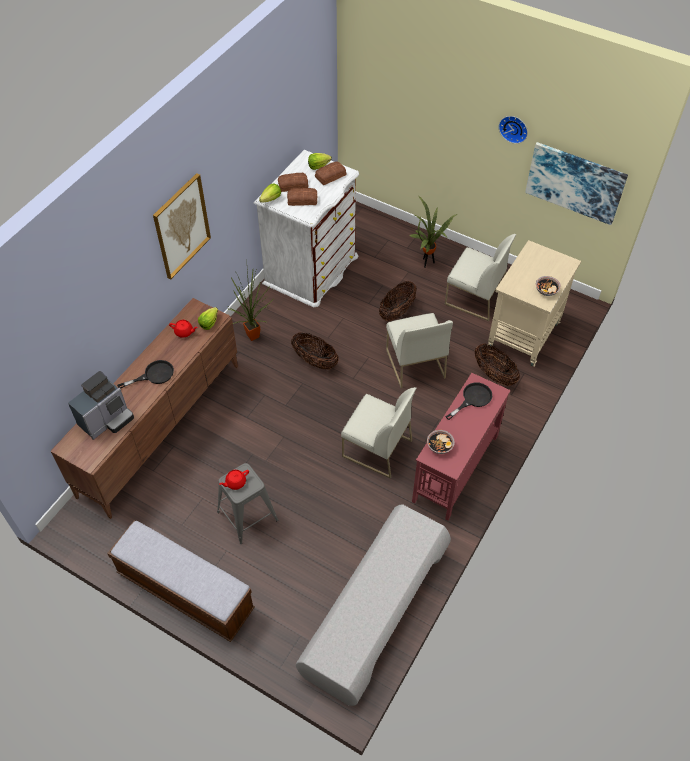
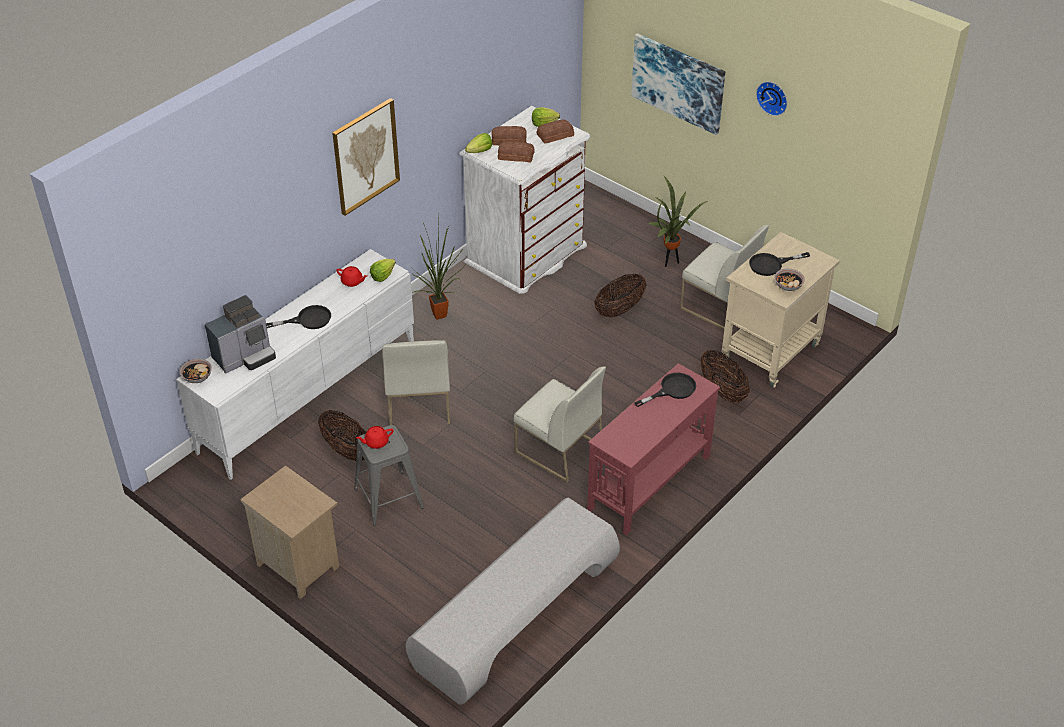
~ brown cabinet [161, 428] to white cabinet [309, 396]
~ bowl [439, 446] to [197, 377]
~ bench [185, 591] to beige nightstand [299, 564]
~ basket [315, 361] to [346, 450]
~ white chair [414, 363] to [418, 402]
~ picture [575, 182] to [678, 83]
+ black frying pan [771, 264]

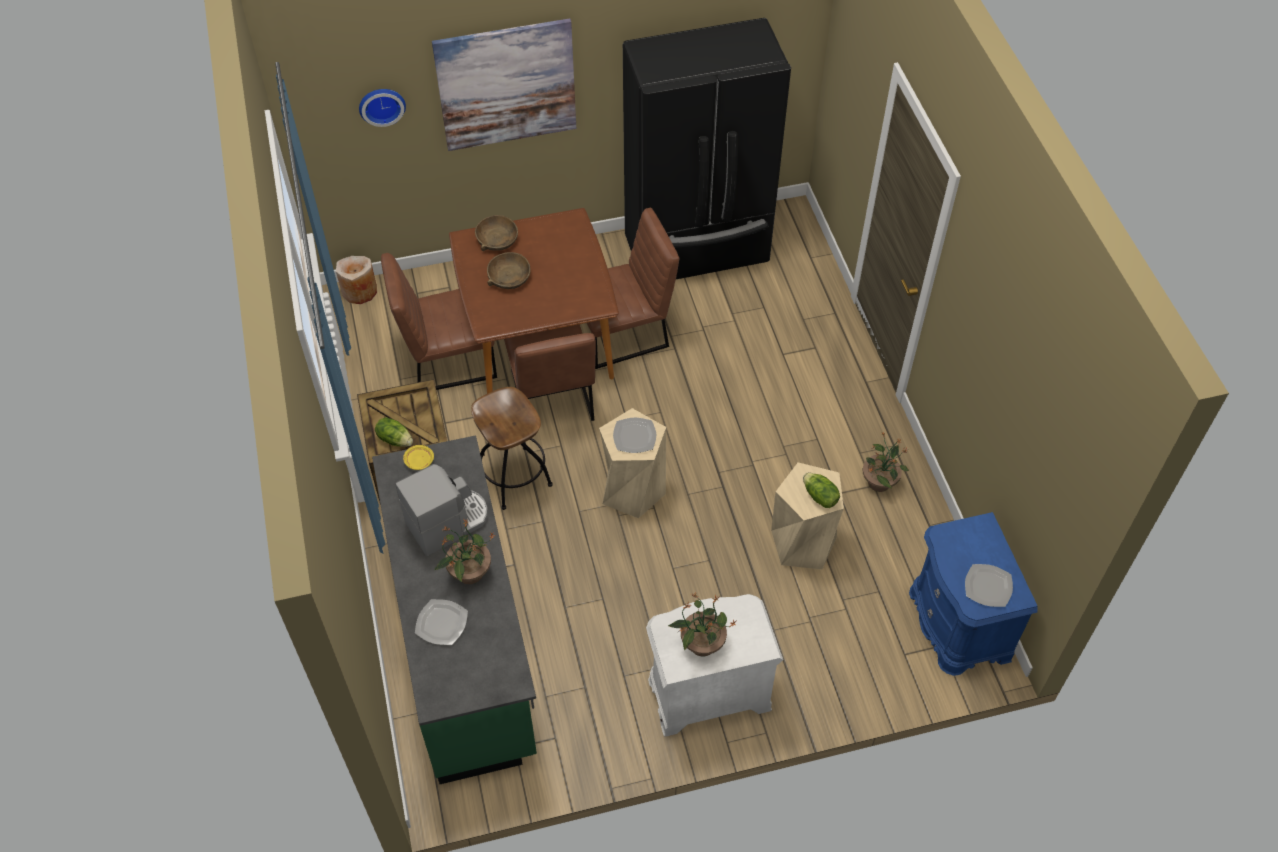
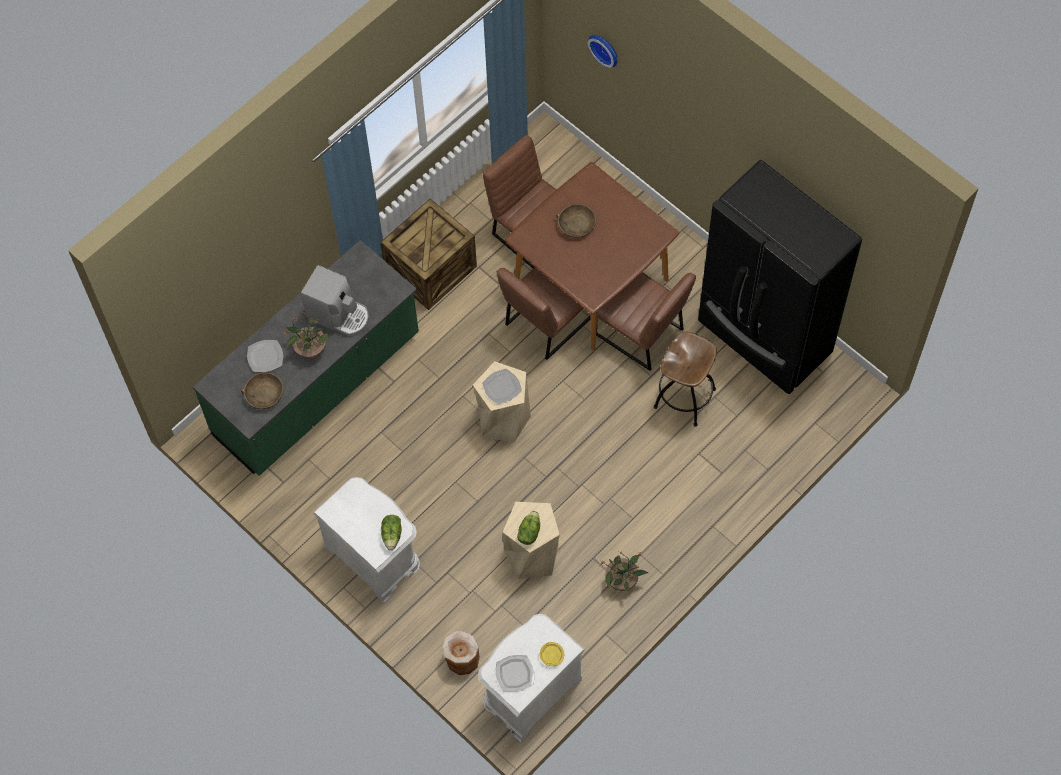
~ brown bowl [497, 239] to [264, 394]
~ lettuce [395, 439] to [392, 535]
~ beige vase [359, 291] to [462, 659]
~ blue nightstand [955, 624] to white nightstand [529, 690]
~ yellow plate [418, 460] to [551, 655]
~ brown stool [514, 478] to [684, 398]
- picture [506, 85]
- potted plant [701, 644]

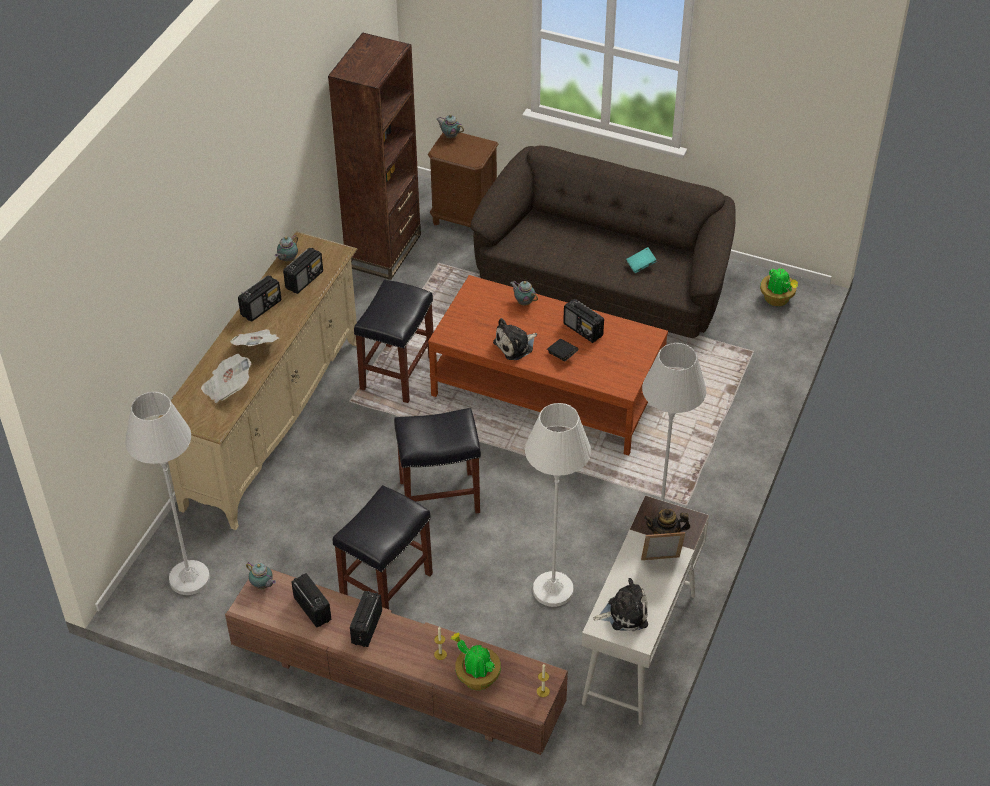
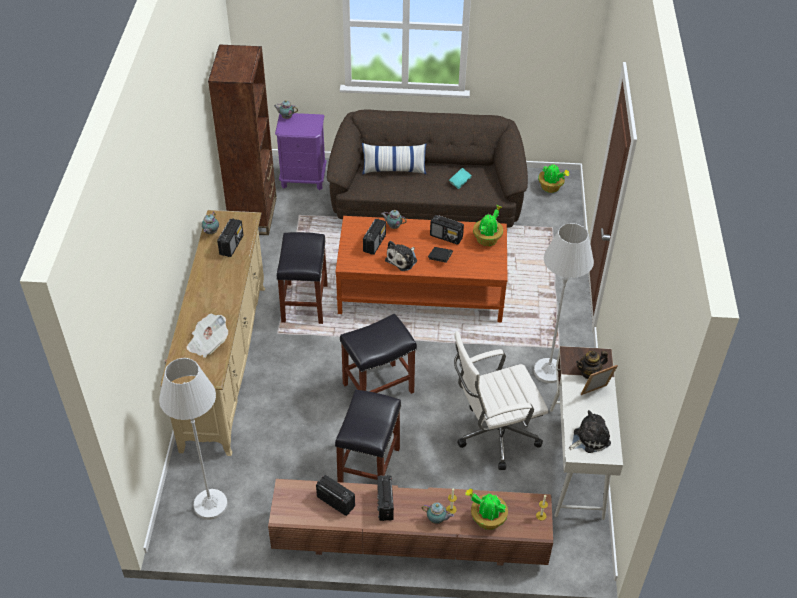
~ brown nightstand [464, 218] to purple nightstand [303, 179]
+ pillow [394, 169]
~ radio [261, 307] to [374, 243]
~ teapot [262, 586] to [437, 520]
~ white floor lamp [553, 590] to white office chair [494, 436]
+ potted plant [487, 239]
- newspaper [257, 347]

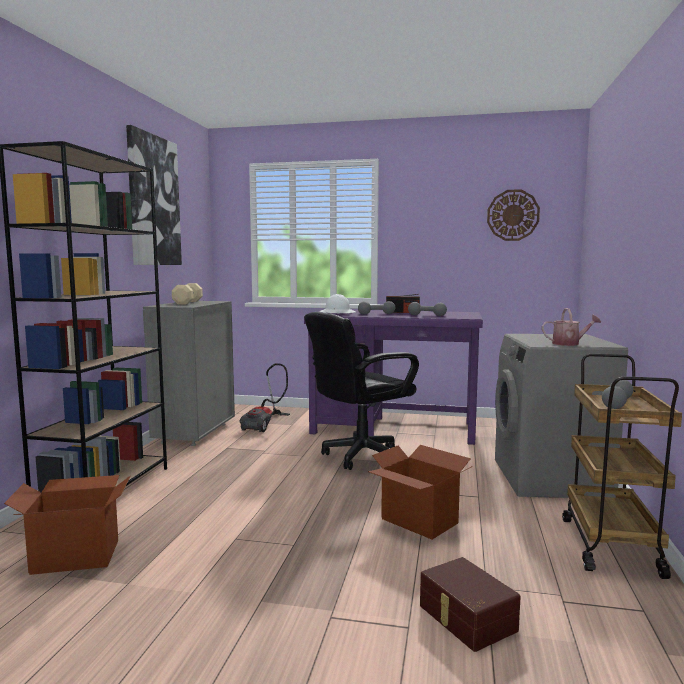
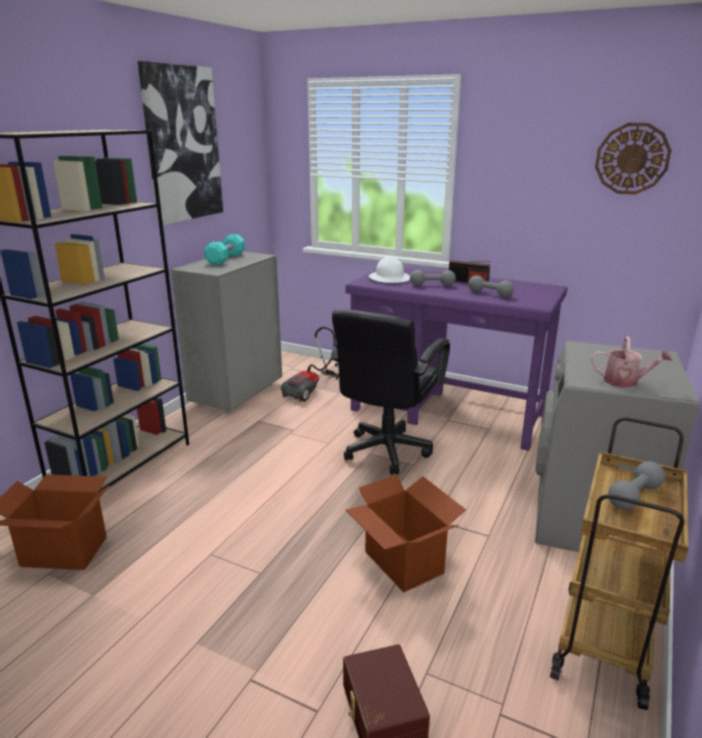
~ beige dumbbell [188, 302] to turquoise dumbbell [226, 259]
~ black office chair [358, 458] = [385, 454] 45 degrees counterclockwise

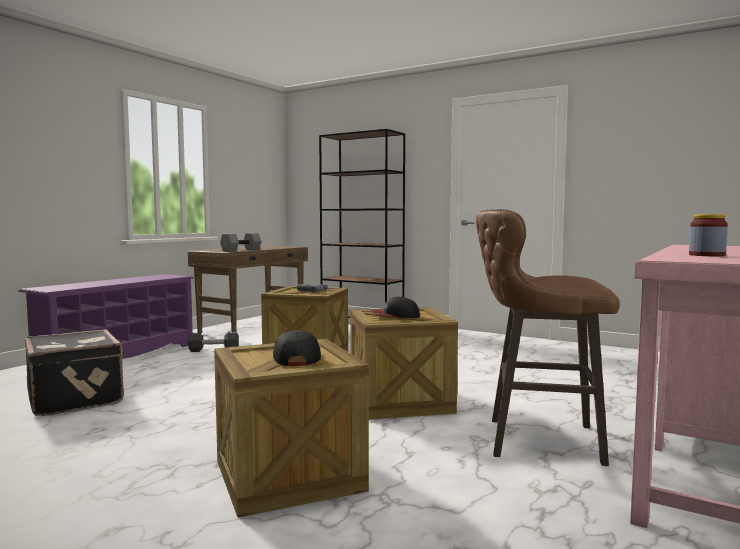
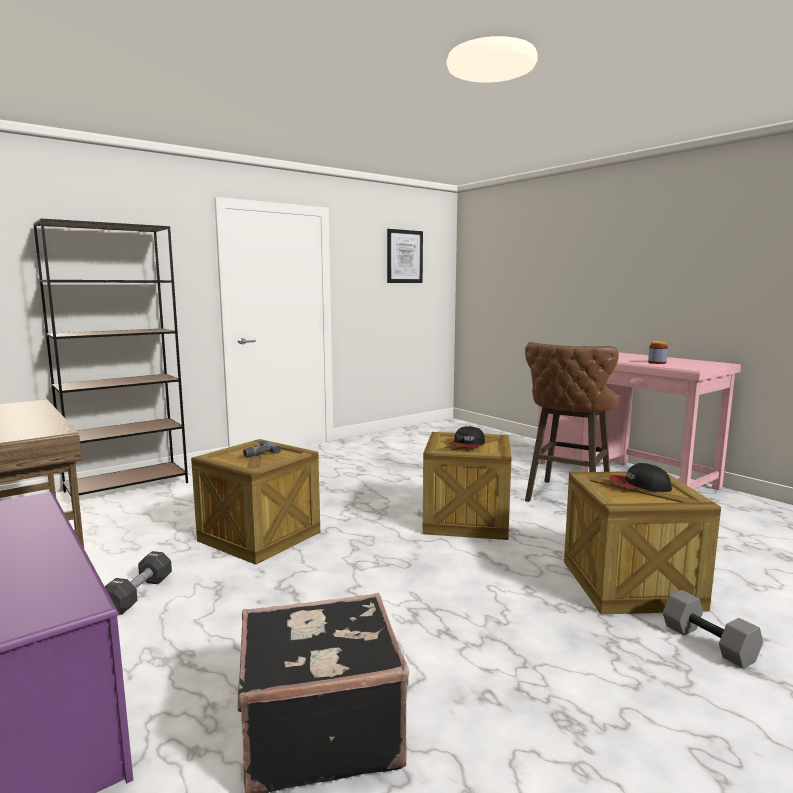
+ picture [404, 256]
~ grey dumbbell [241, 250] to [710, 643]

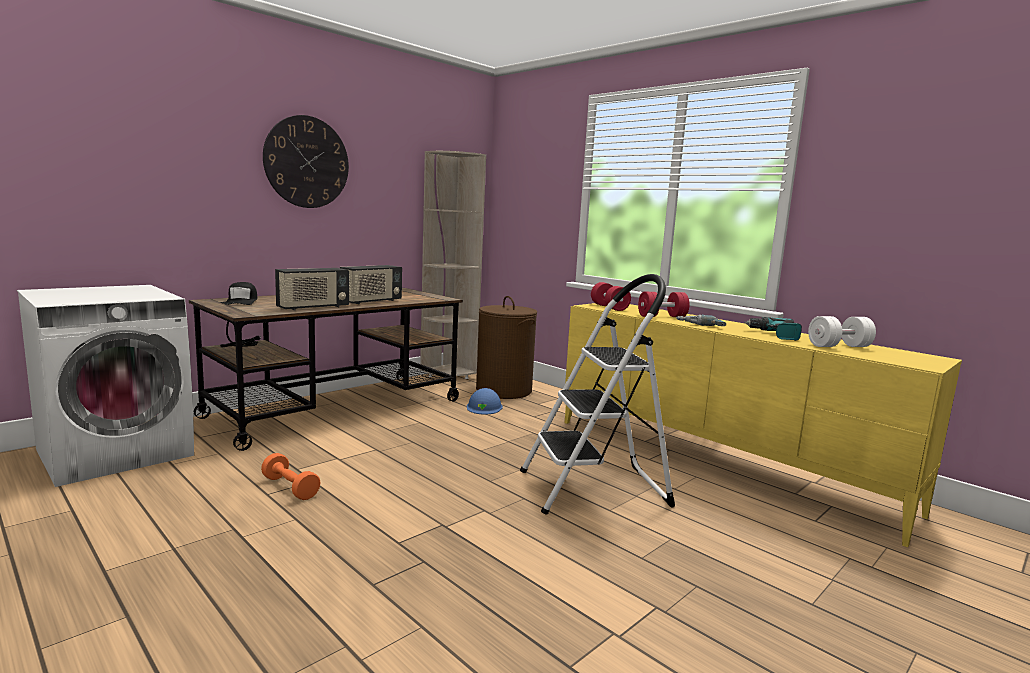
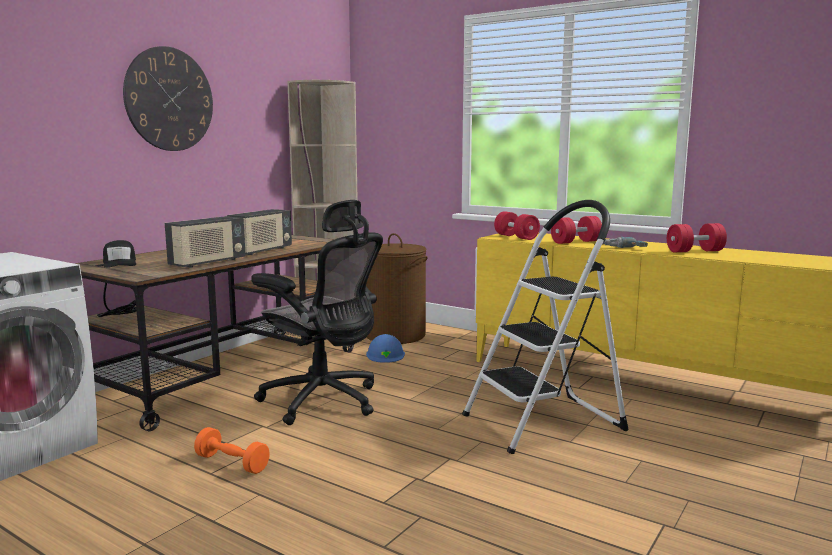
+ office chair [322, 401]
~ power drill [774, 335] to red dumbbell [695, 251]
- white dumbbell [839, 346]

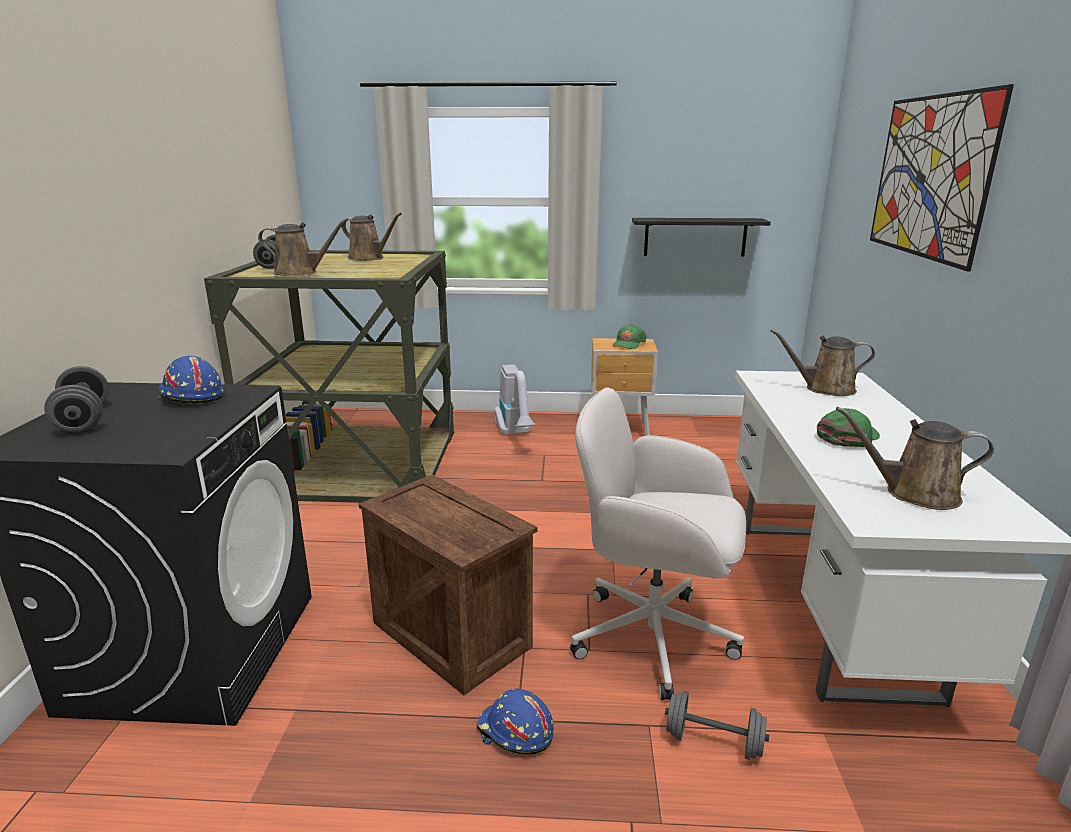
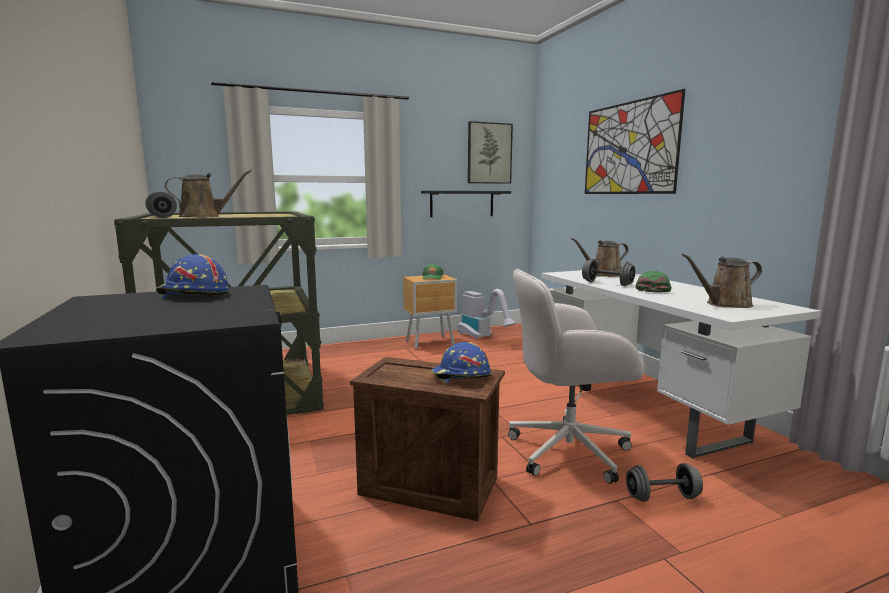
~ blue hard hat [515, 732] to [460, 376]
~ vacuum cleaner [516, 434] to [483, 338]
+ picture [489, 153]
~ grey dumbbell [84, 419] to [607, 284]
- brown watering can [369, 258]

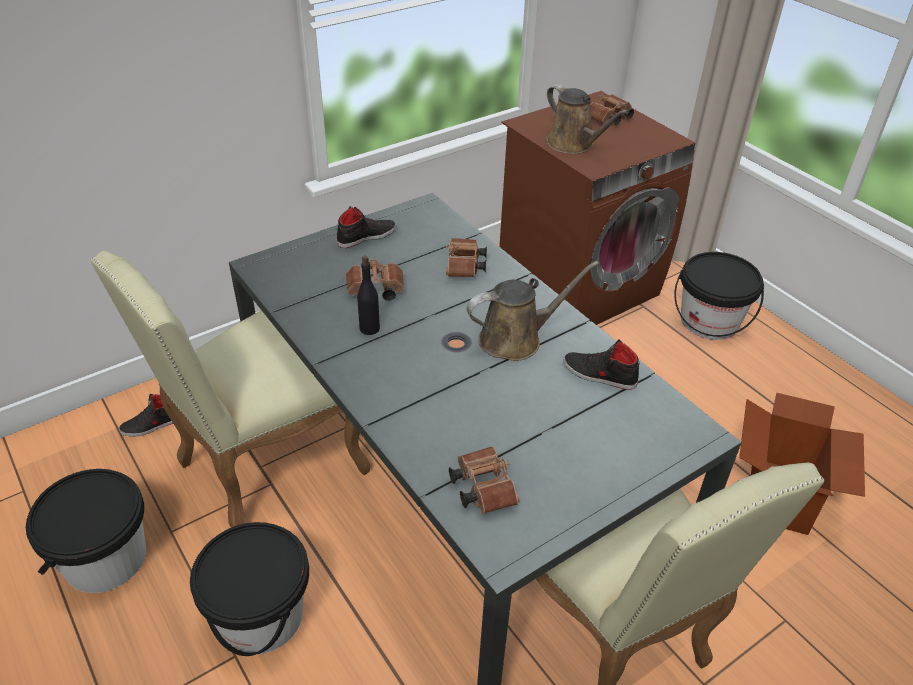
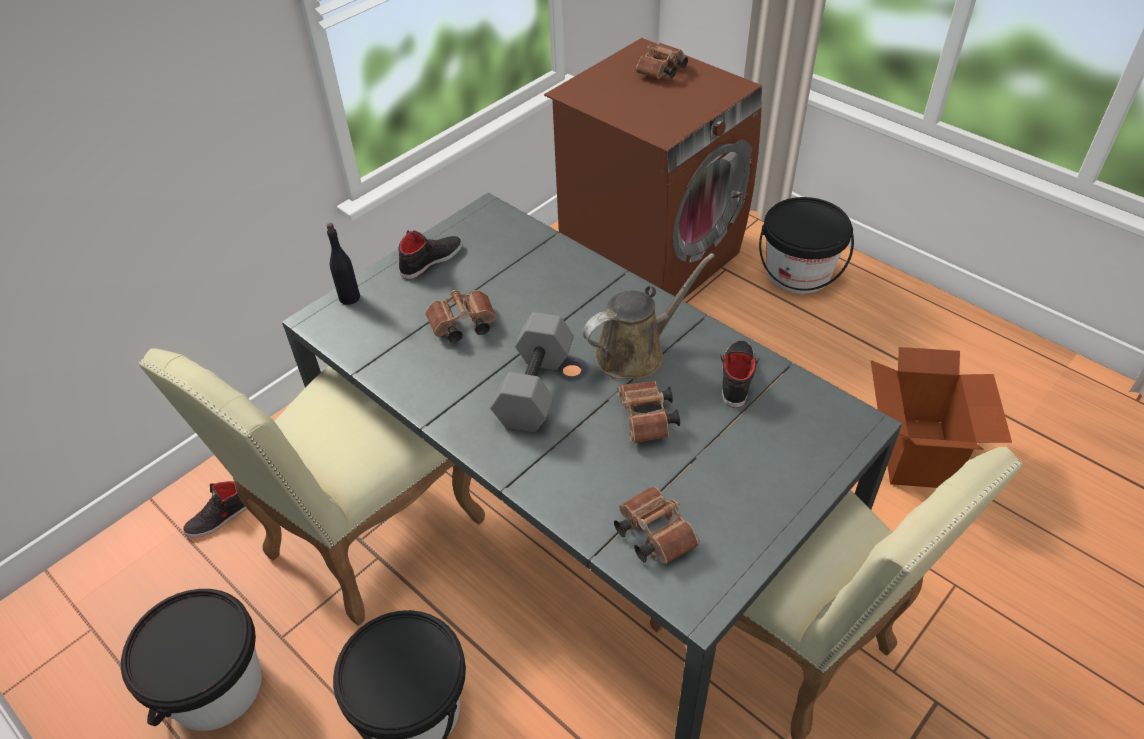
~ black bottle [369, 328] to [349, 297]
+ grey dumbbell [536, 389]
~ brown binoculars [465, 267] to [647, 420]
~ black shoe [599, 375] = [736, 376] 90 degrees clockwise
- brown watering can [573, 144]

